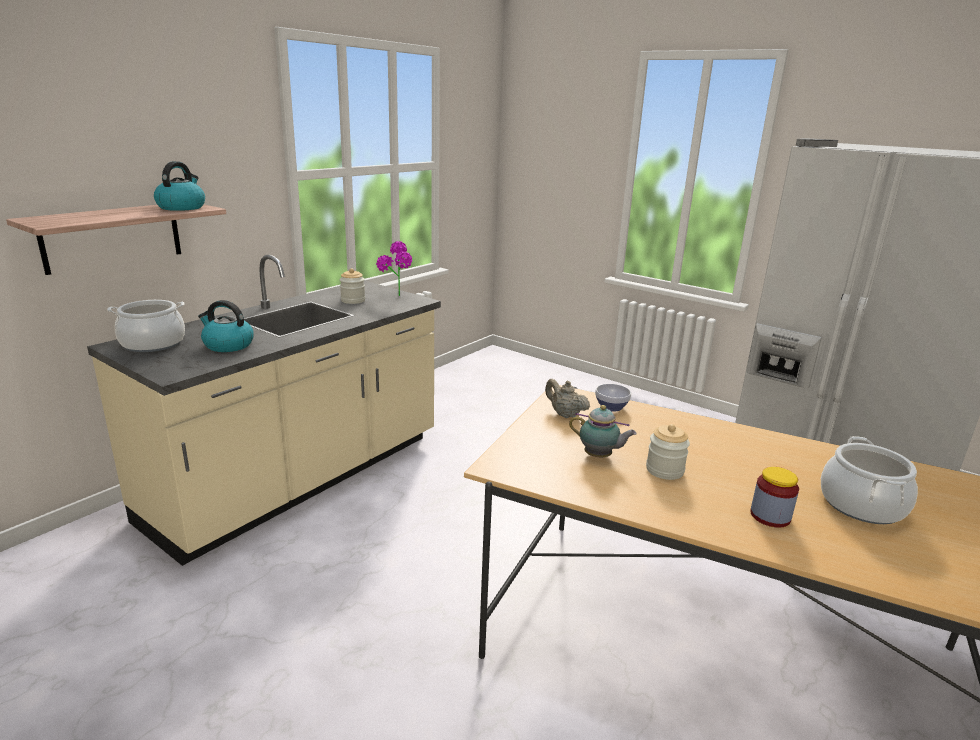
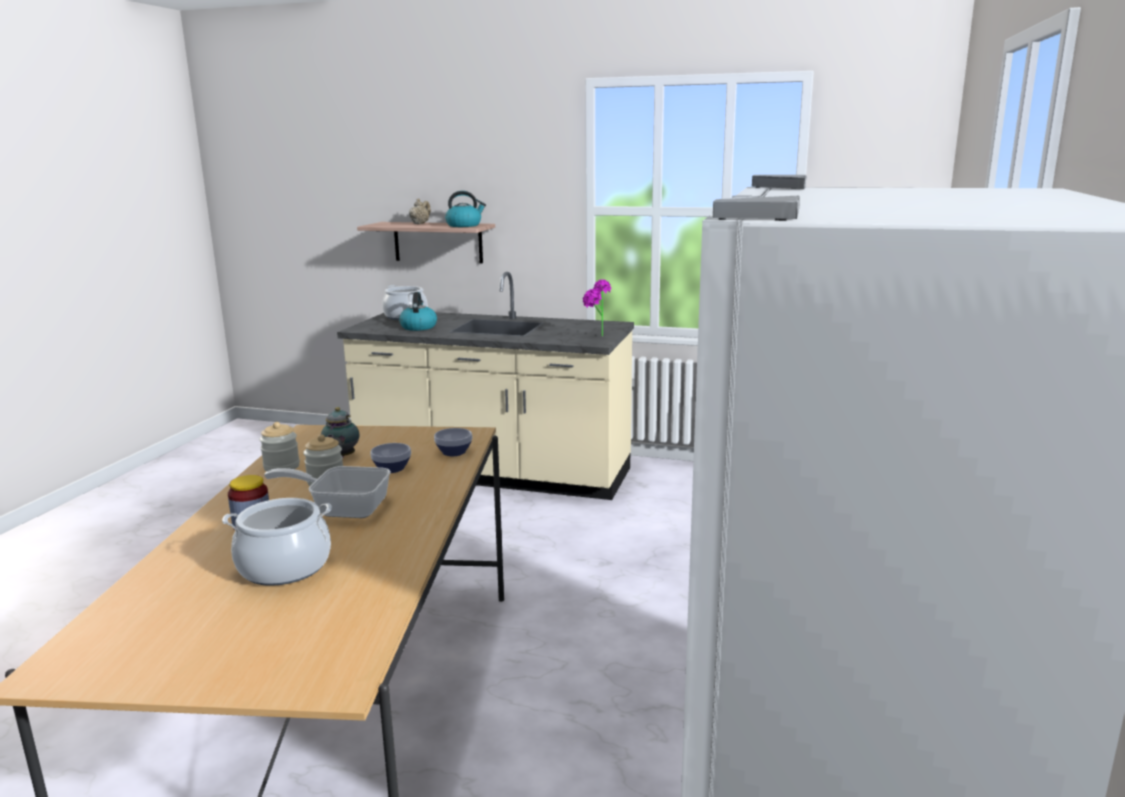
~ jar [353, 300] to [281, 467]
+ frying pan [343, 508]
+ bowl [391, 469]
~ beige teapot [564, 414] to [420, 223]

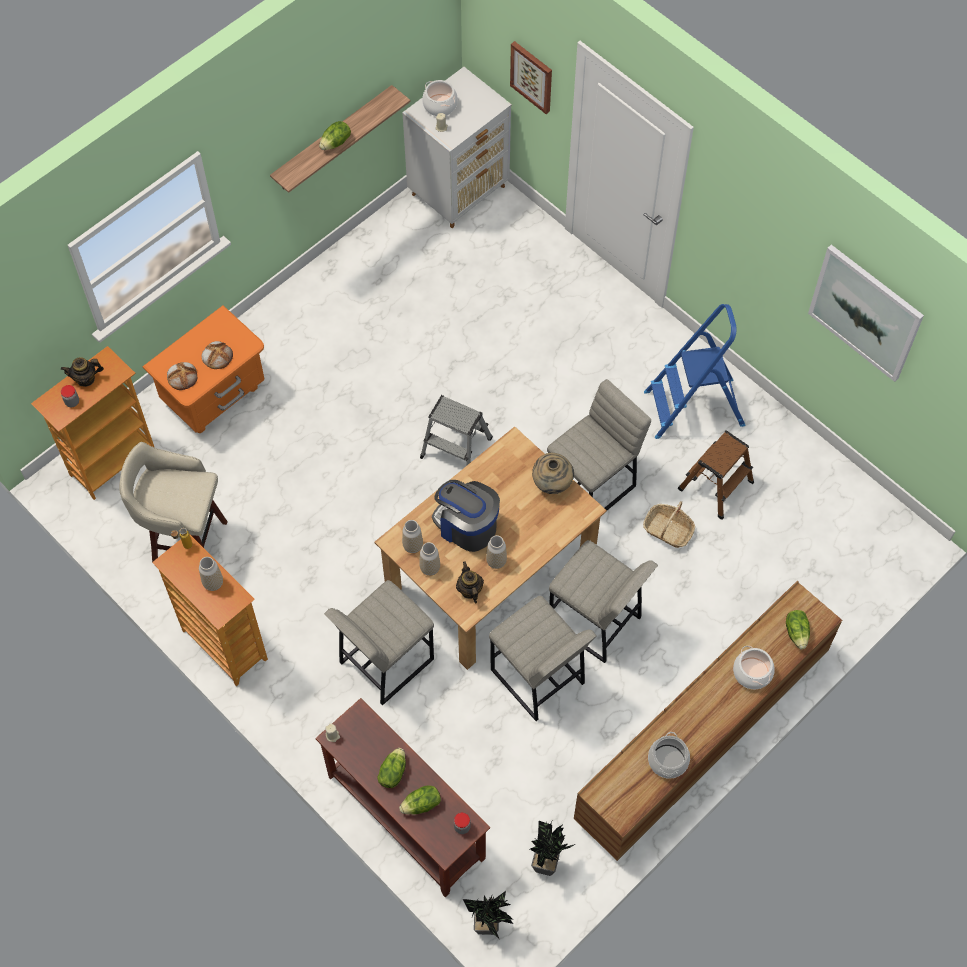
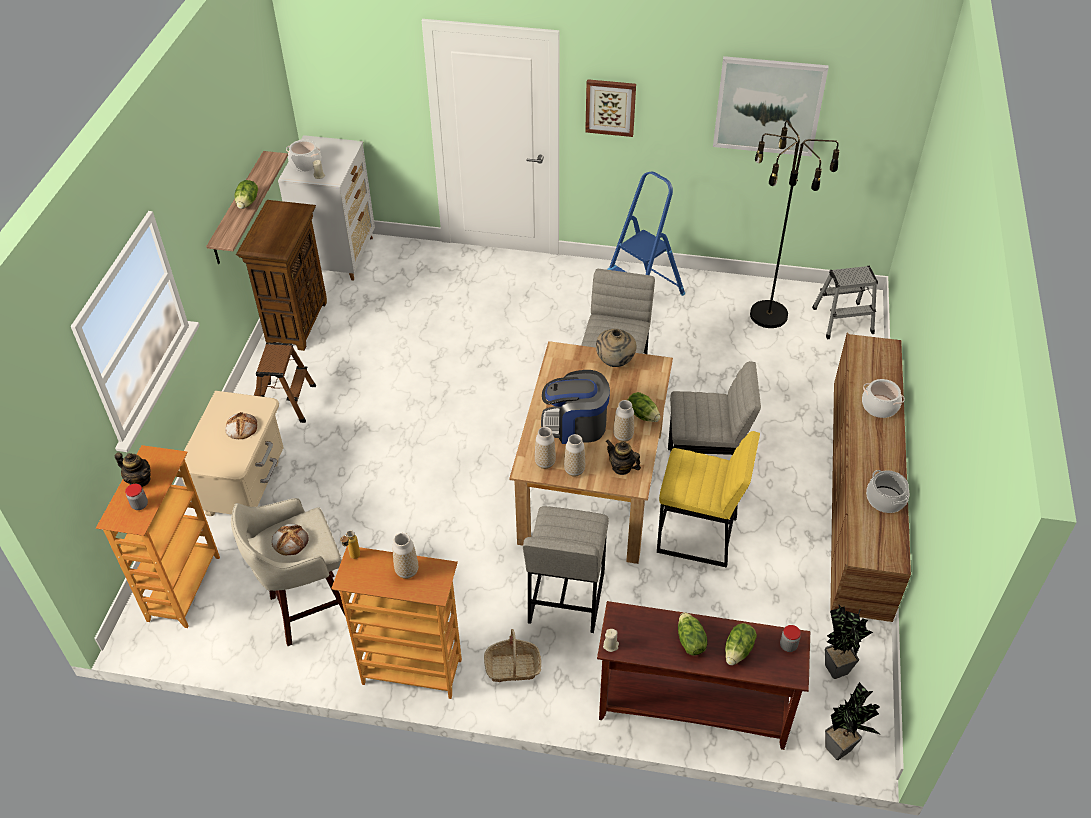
~ teapot [86, 379] = [139, 480] 105 degrees counterclockwise
~ orange nightstand [216, 398] to beige nightstand [246, 487]
+ brown cabinet [297, 323]
~ brown step ladder [716, 485] to [285, 402]
~ bread [182, 376] to [290, 541]
~ basket [668, 530] to [513, 667]
~ picture [532, 76] to [610, 107]
~ lettuce [797, 632] to [643, 414]
~ grey chair [539, 678] to yellow chair [699, 535]
+ floor lamp [767, 316]
~ grey step ladder [456, 447] to [843, 320]

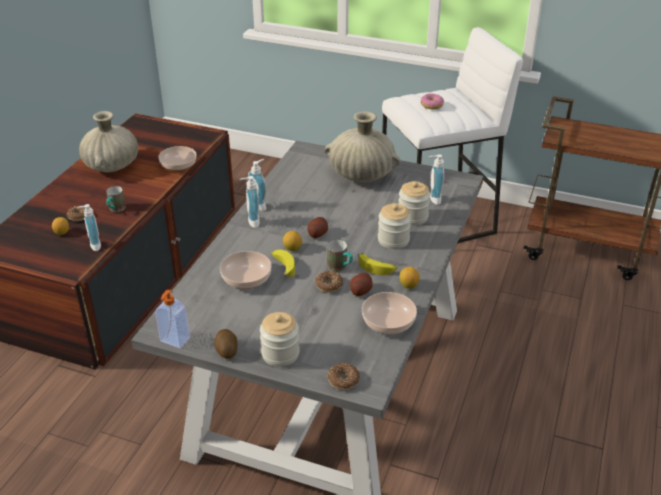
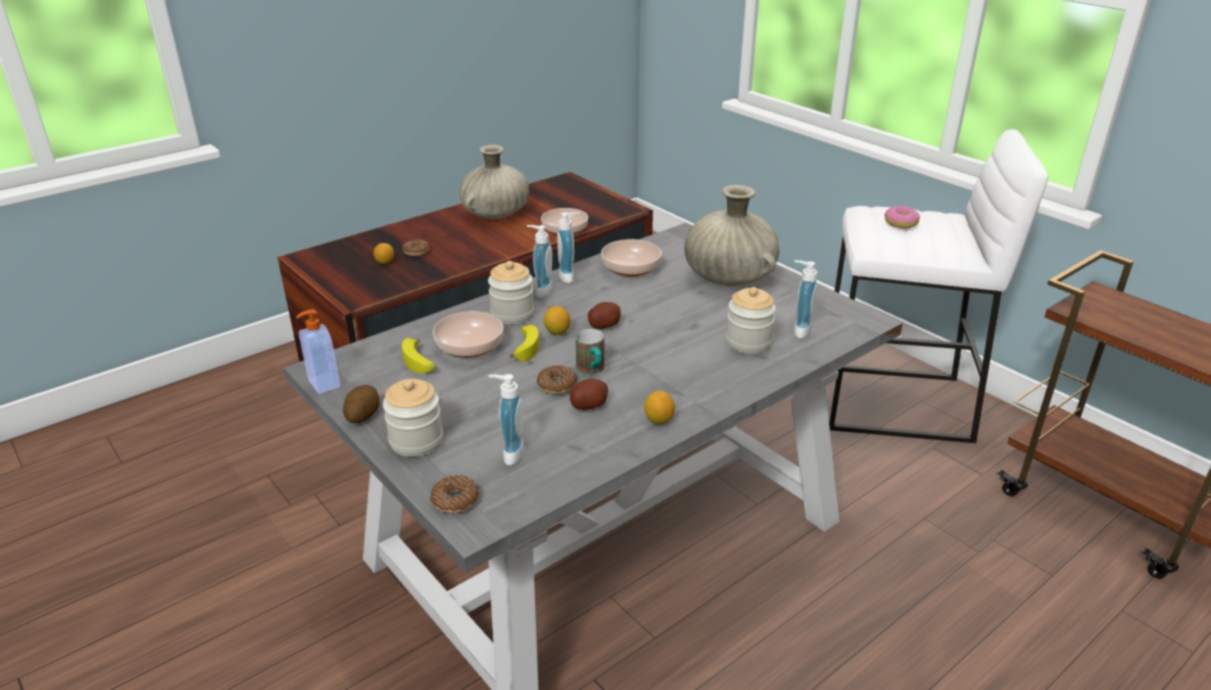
~ banana [377, 268] to [420, 362]
~ jar [393, 240] to [512, 314]
~ soap dispenser [93, 246] to [509, 453]
~ bowl [387, 322] to [630, 268]
- mug [115, 210]

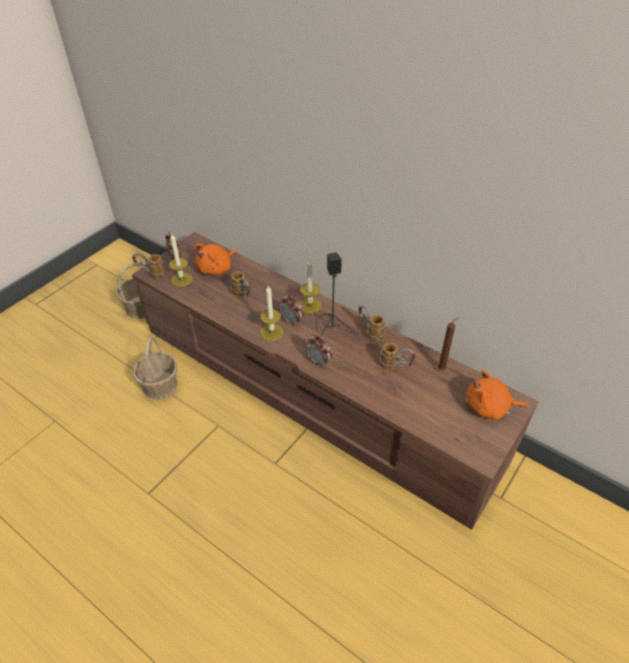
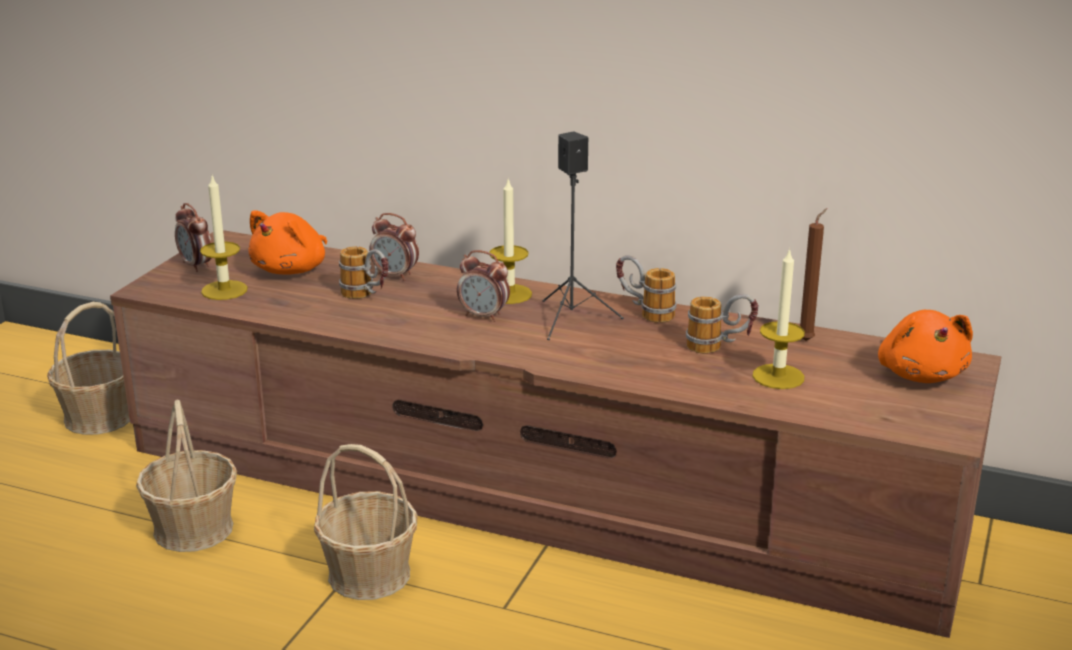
+ basket [369, 574]
~ alarm clock [319, 361] to [395, 276]
~ candle [271, 332] to [778, 376]
~ orange plush toy [489, 407] = [921, 374] 90 degrees counterclockwise
- mug [151, 274]

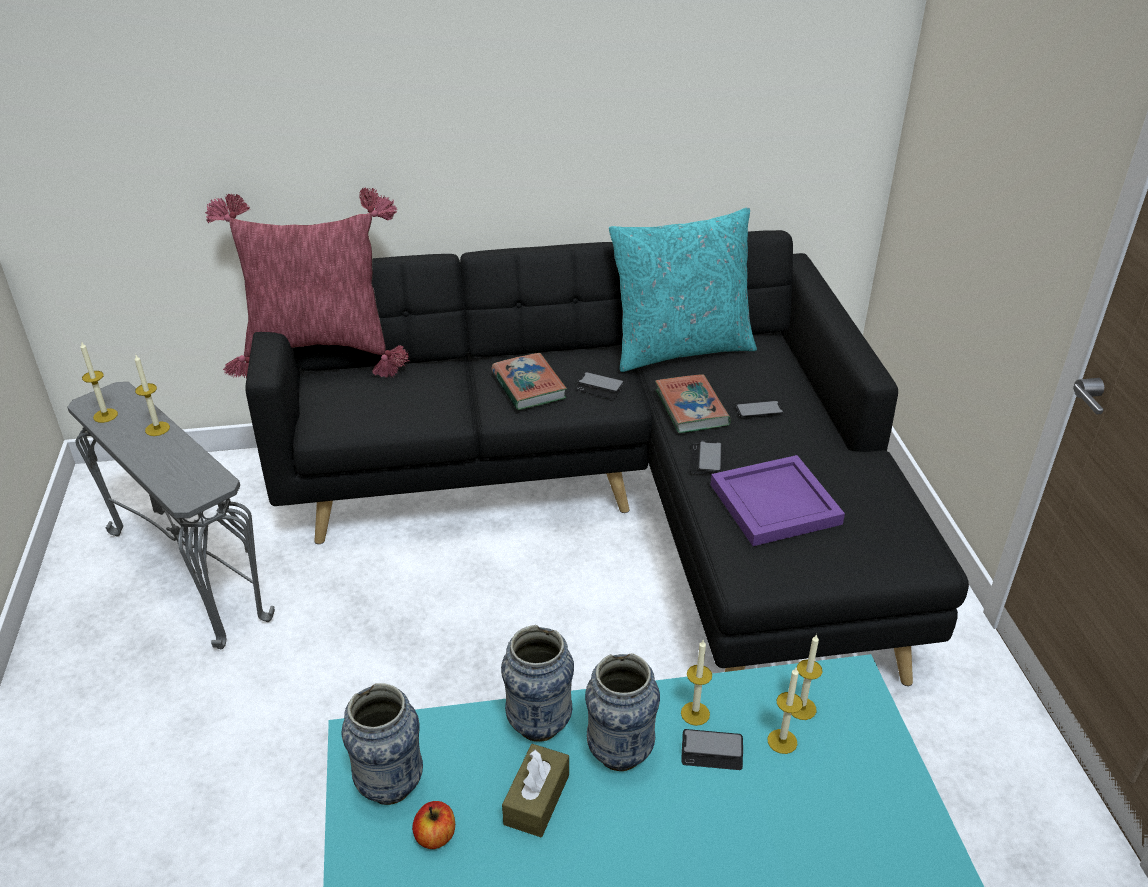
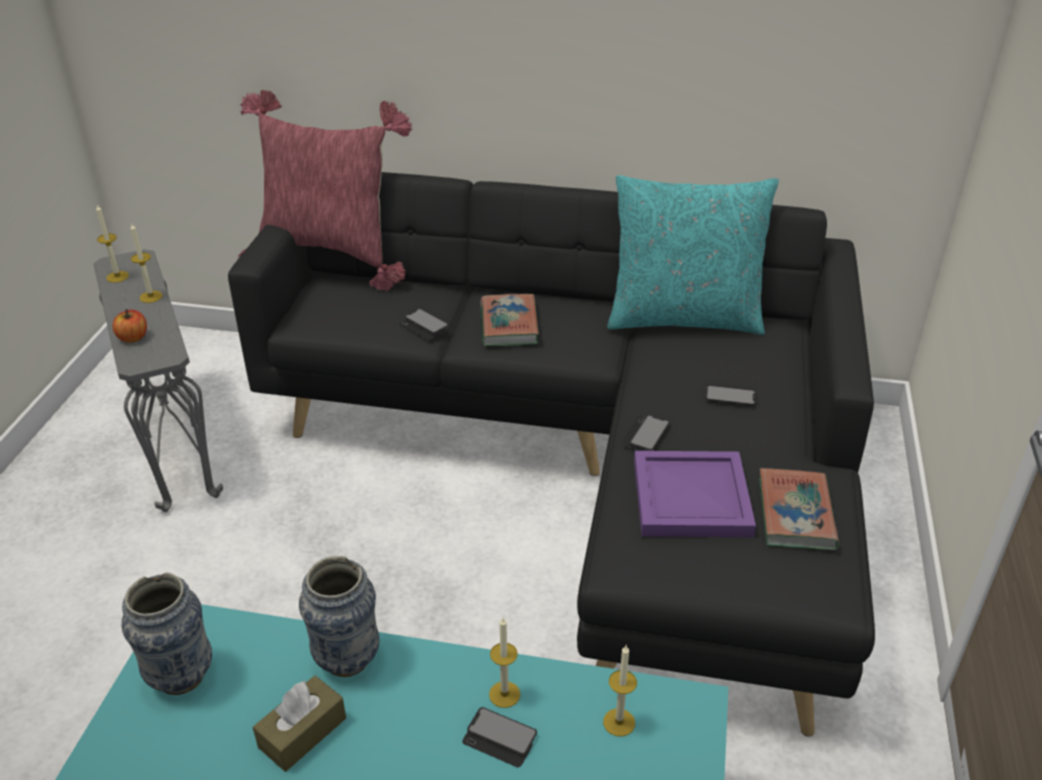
~ apple [435, 836] to [133, 337]
~ phone [599, 387] to [424, 325]
~ book [691, 408] to [796, 514]
- vase [620, 752]
- candle [782, 741]

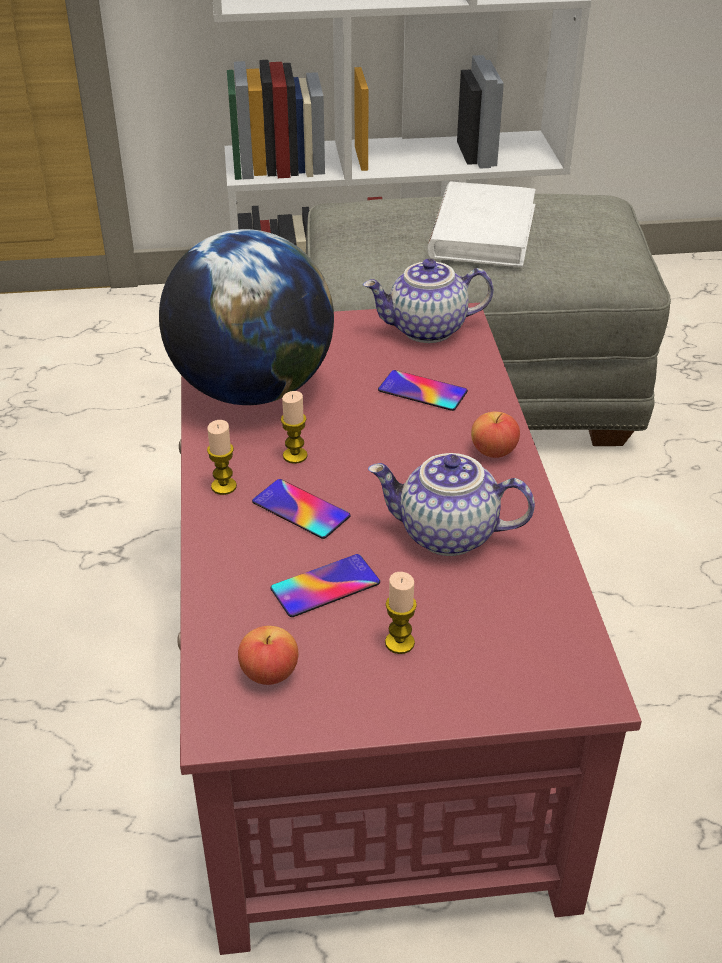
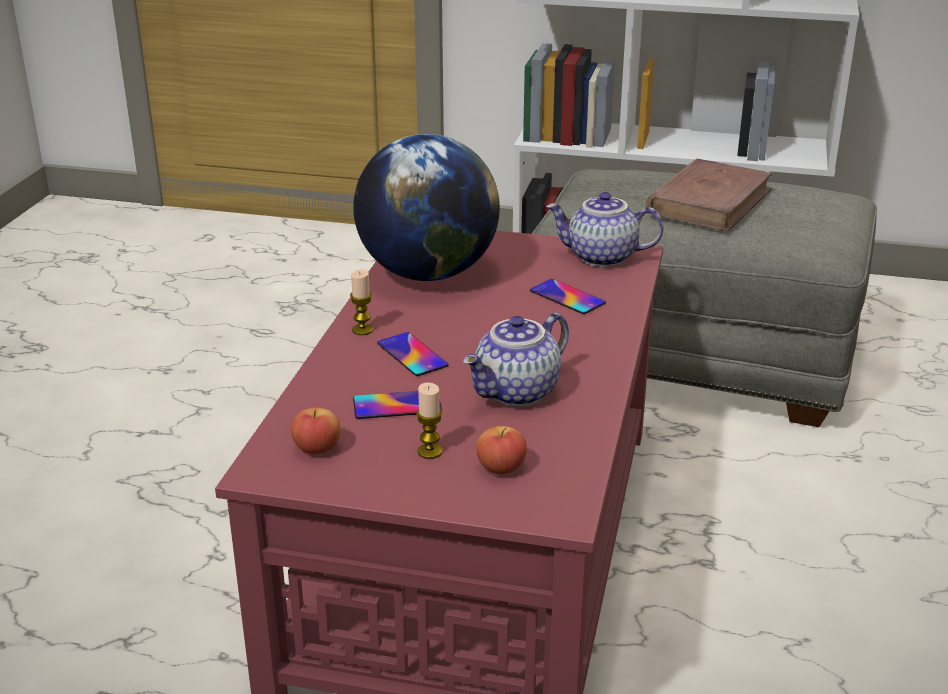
~ teapot [446, 535] = [517, 393] 75 degrees counterclockwise
~ apple [493, 451] to [501, 467]
~ white book [482, 231] to brown book [709, 202]
- candle [295, 456]

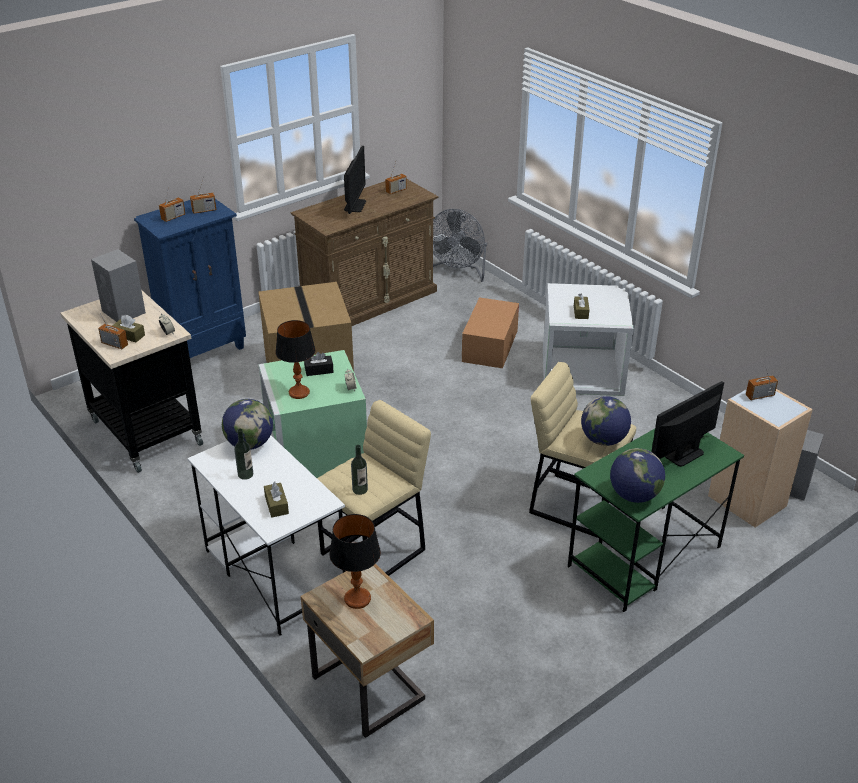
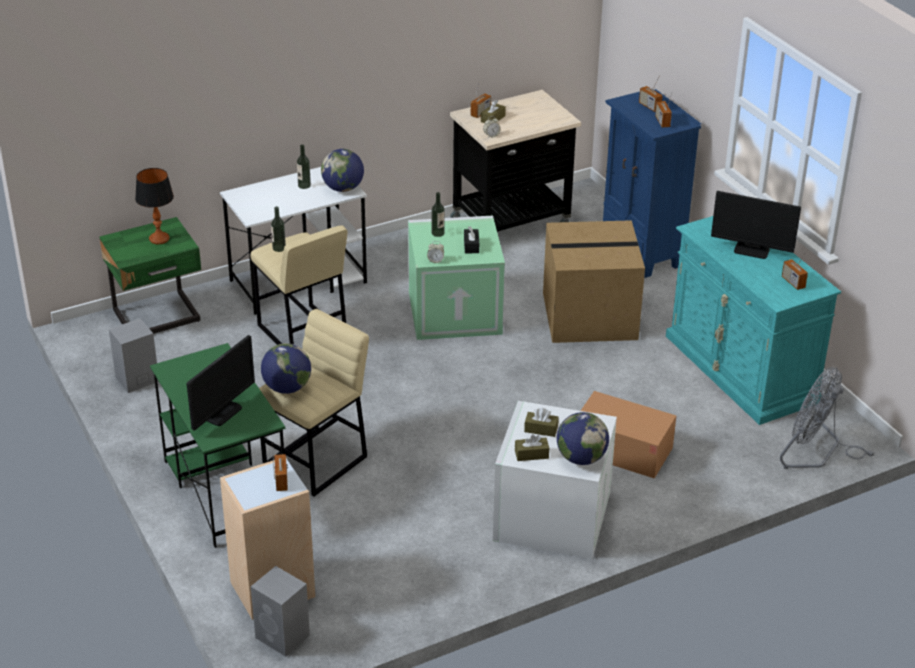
~ beige nightstand [370, 686] to green nightstand [158, 317]
~ grey speaker [124, 312] to [136, 380]
~ monitor [684, 454] = [222, 412] 60 degrees clockwise
~ table lamp [298, 392] to bottle [438, 233]
~ brown tissue box [276, 505] to [531, 454]
~ globe [634, 495] to [581, 458]
~ brown dresser [368, 300] to turquoise dresser [741, 368]

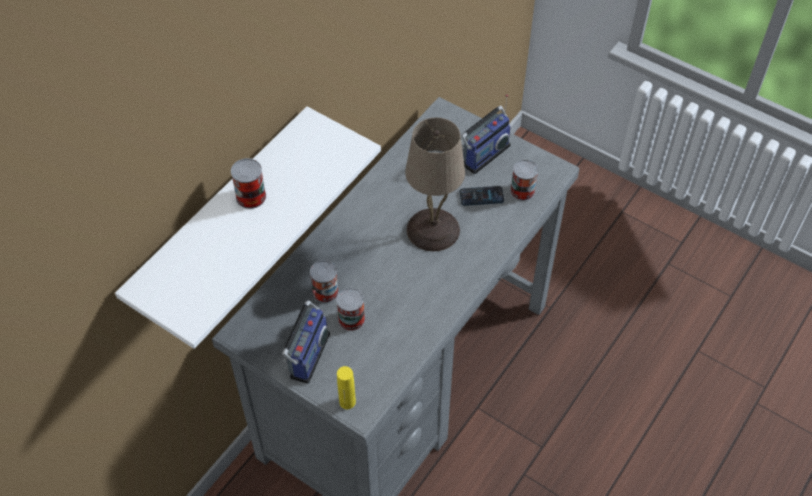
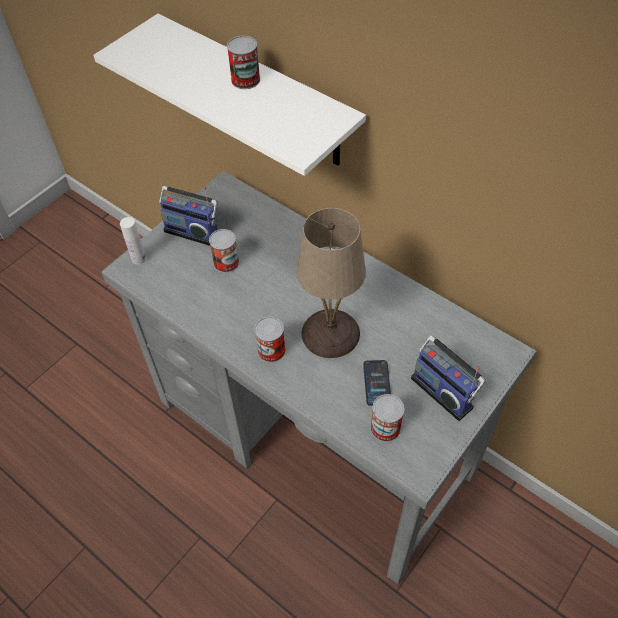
~ yellow bottle [347, 402] to white bottle [139, 258]
~ can [325, 291] to [271, 350]

